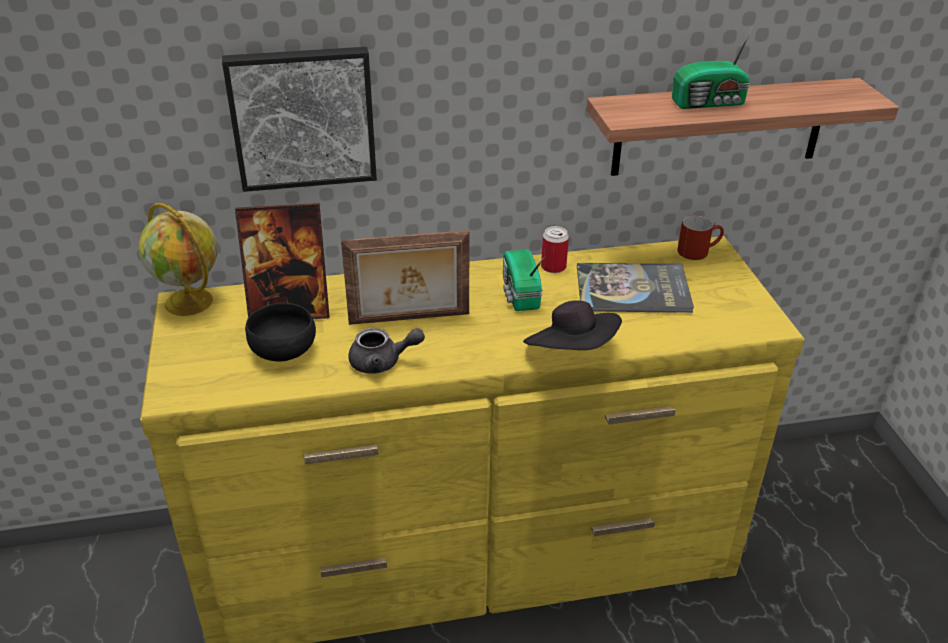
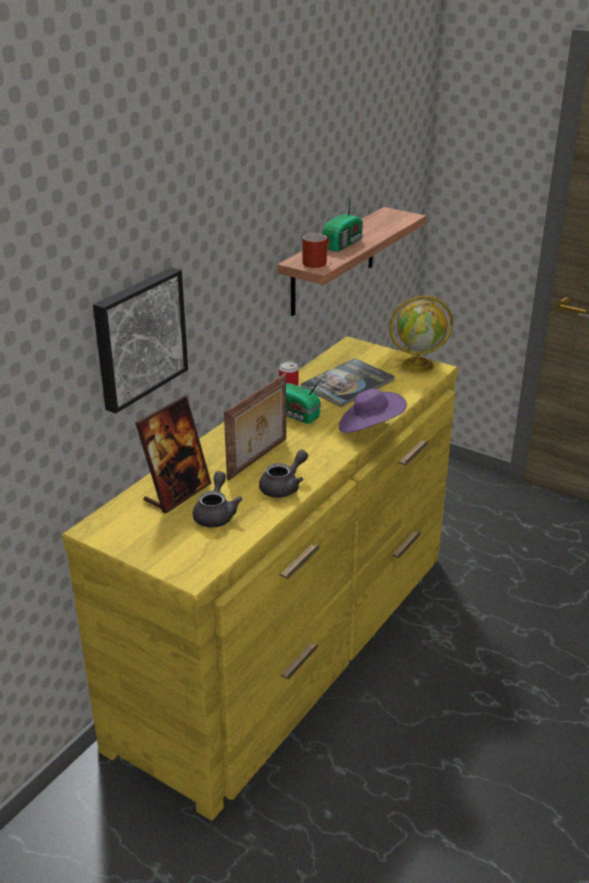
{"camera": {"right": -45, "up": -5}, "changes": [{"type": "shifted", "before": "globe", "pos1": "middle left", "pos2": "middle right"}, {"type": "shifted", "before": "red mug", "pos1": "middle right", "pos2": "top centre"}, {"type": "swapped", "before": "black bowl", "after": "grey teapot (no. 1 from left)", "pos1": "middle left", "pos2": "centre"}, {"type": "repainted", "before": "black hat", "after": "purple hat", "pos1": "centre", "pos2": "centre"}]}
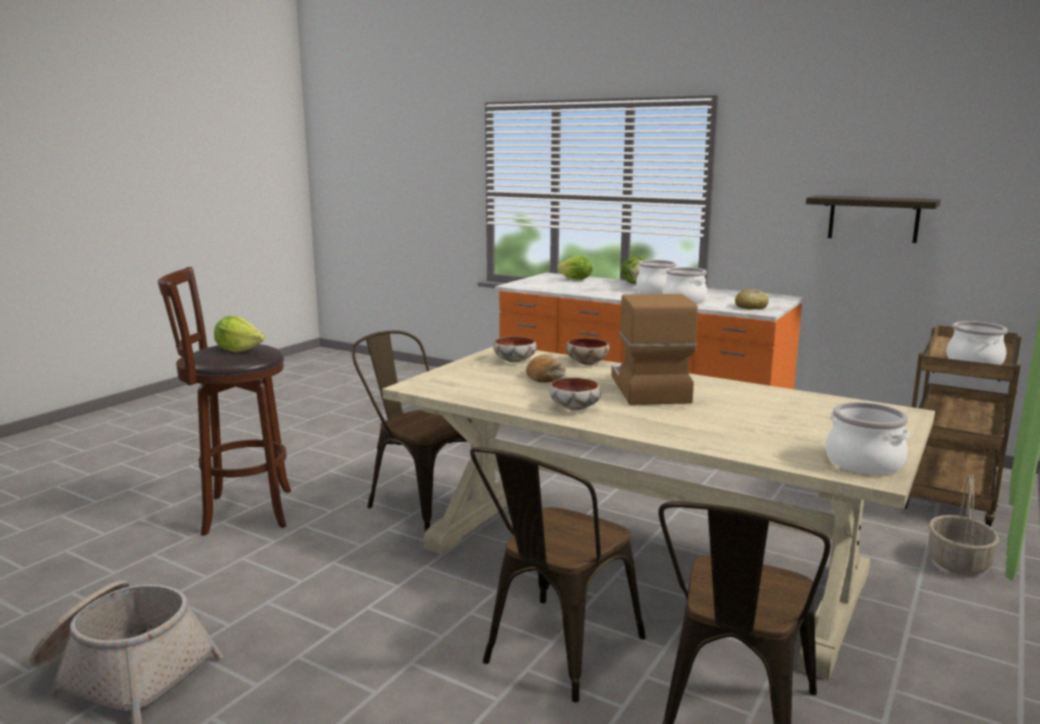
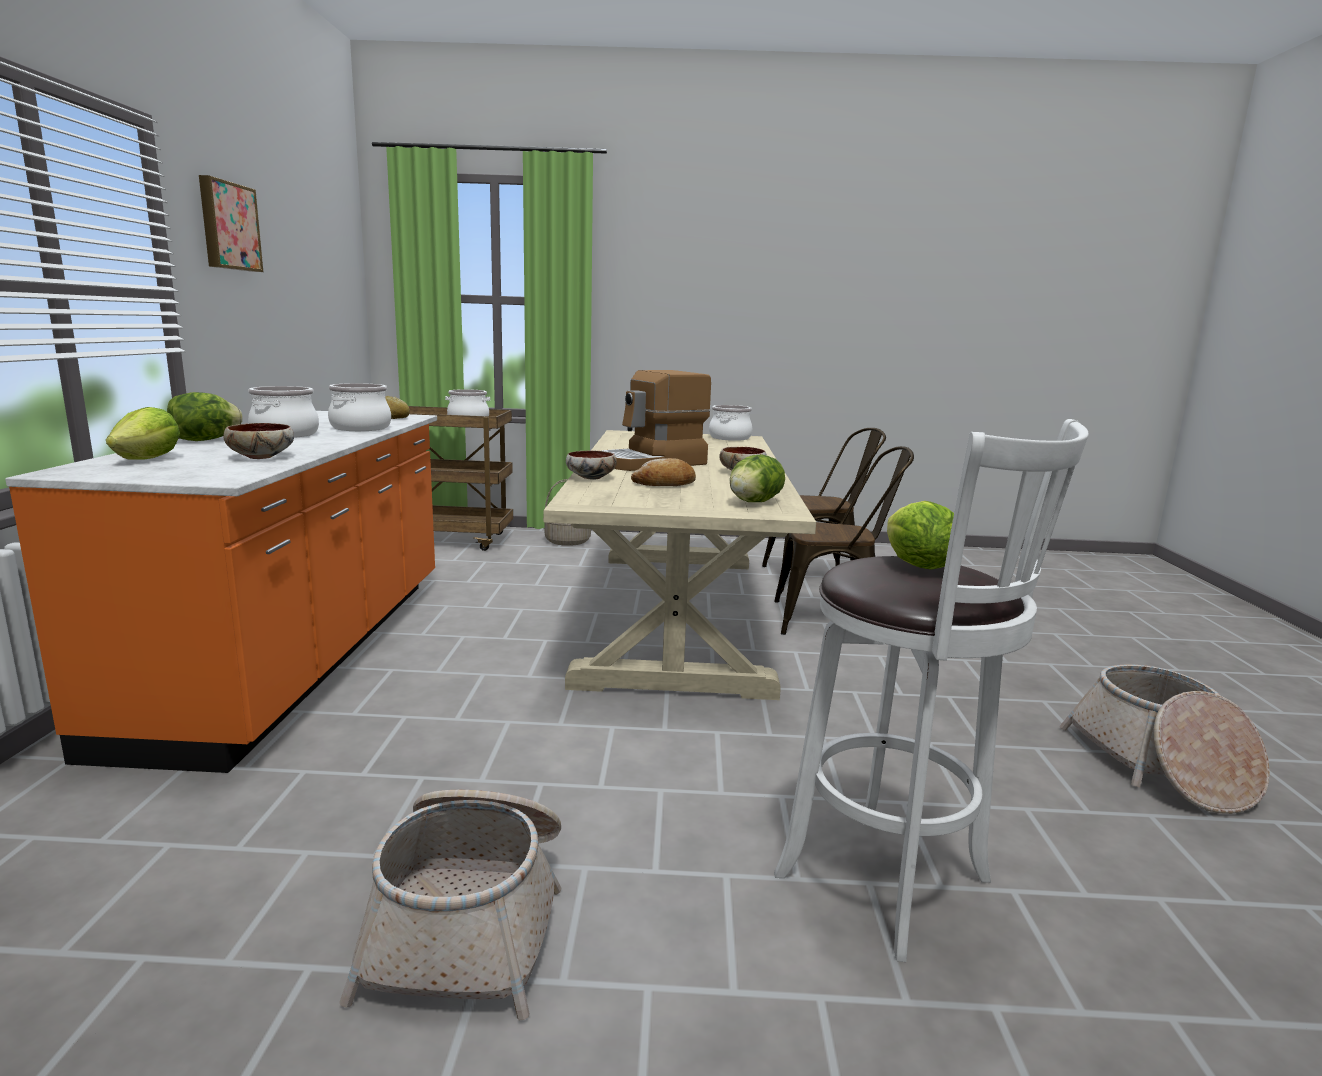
{"camera": {"right": -120, "up": 0}, "changes": [{"type": "gone", "before": "brown chair (no. 1 from left)", "pos1": "centre"}, {"type": "gone", "before": "shelf", "pos1": "top right"}, {"type": "new", "after": "picture", "pos2": "top left"}, {"type": "new", "after": "basket (no. 1 from left)", "pos2": "bottom centre"}, {"type": "new", "after": "lettuce (no. 3 from left)", "pos2": "centre"}, {"type": "shifted", "before": "bowl (no. 1 from left)", "pos1": "centre", "pos2": "middle left"}, {"type": "repainted", "before": "brown stool", "after": "white stool", "pos1": "middle left", "pos2": "middle right"}]}
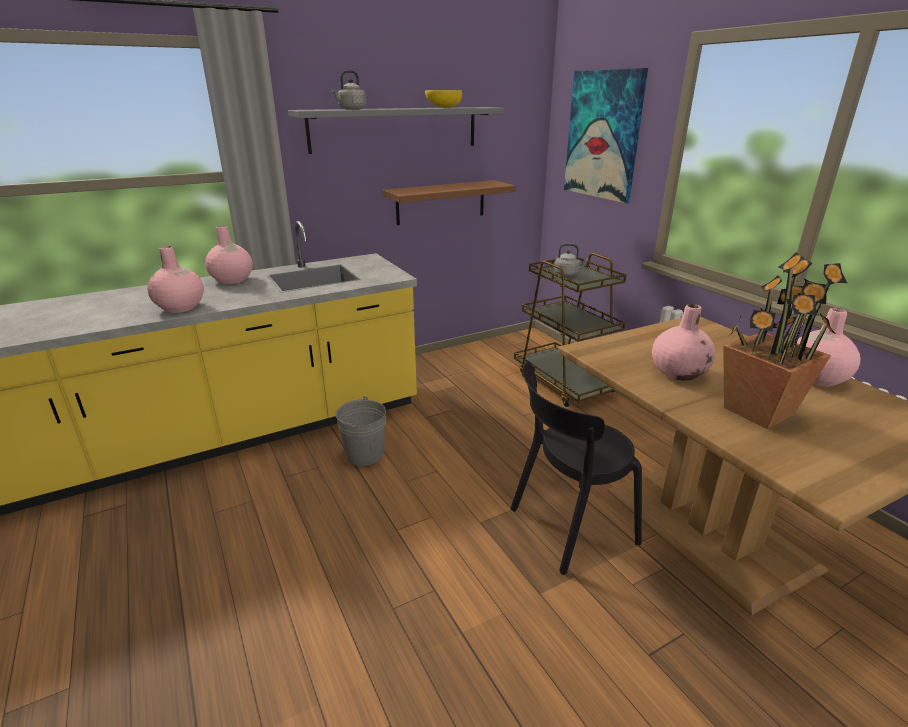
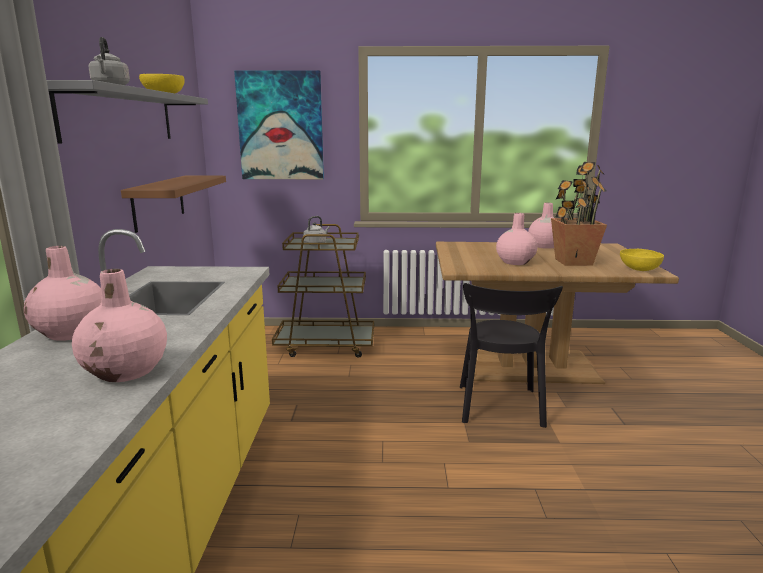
{"camera": {"right": -60, "up": -10}, "changes": [{"type": "gone", "before": "grey bucket", "pos1": "centre"}, {"type": "new", "after": "yellow bowl (no. 2 from left)", "pos2": "middle right"}]}
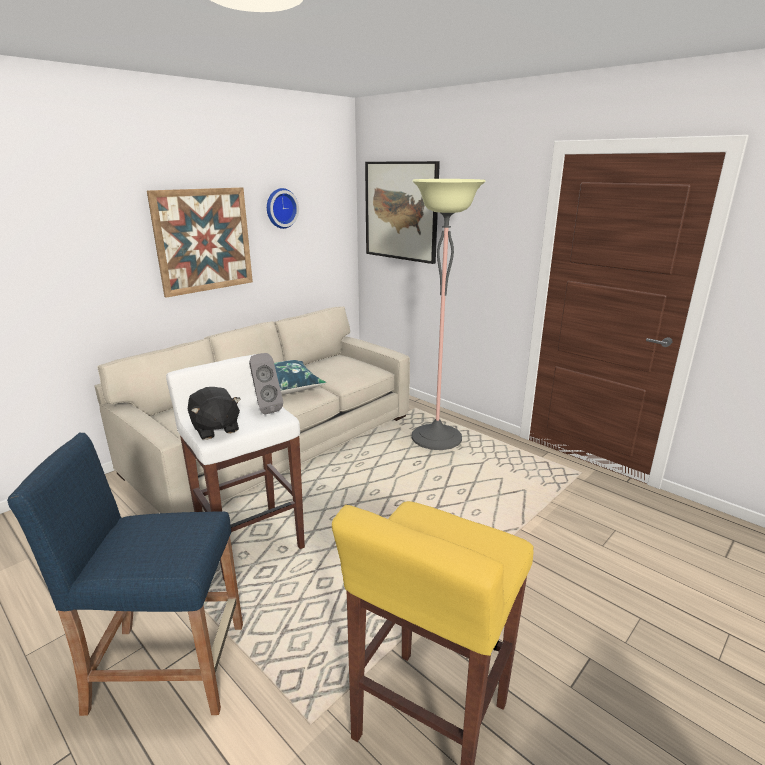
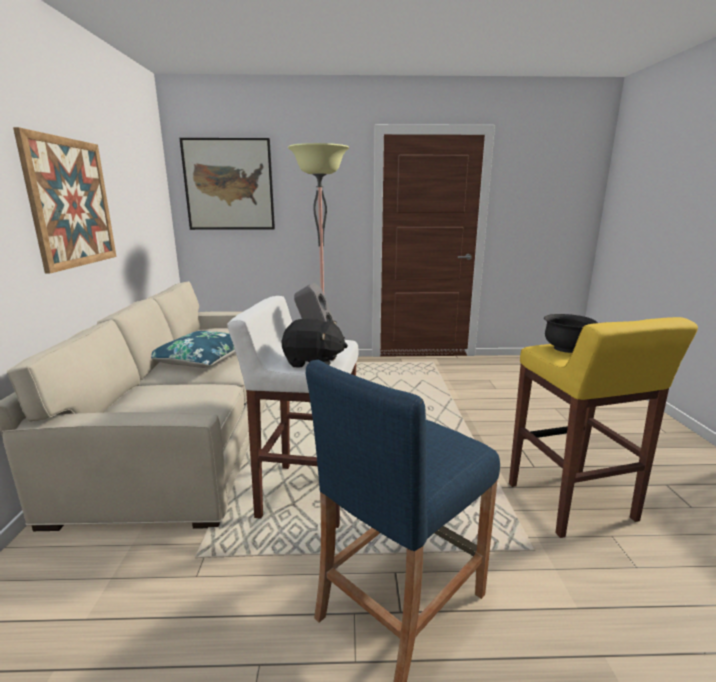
{"camera": {"right": -45, "up": -5}, "changes": [{"type": "gone", "before": "wall clock", "pos1": "top centre"}, {"type": "new", "after": "black bowl", "pos2": "middle right"}]}
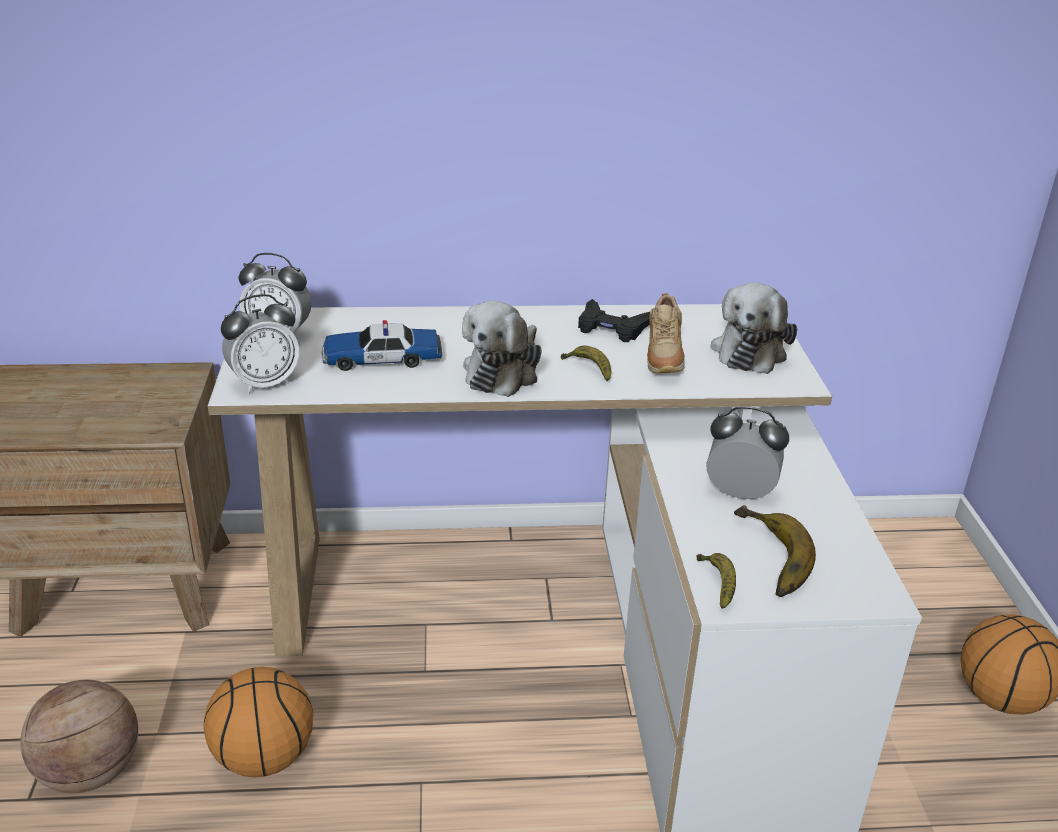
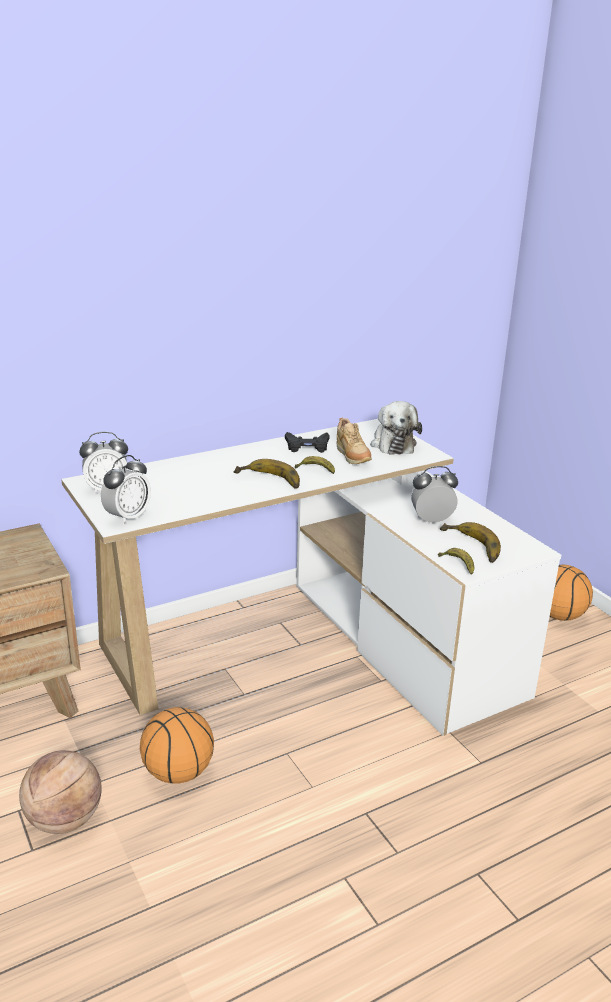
{"camera": {"right": -25, "up": -5}, "changes": [{"type": "gone", "before": "toy car", "pos1": "centre"}, {"type": "swapped", "before": "plush toy (no. 1 from left)", "after": "banana (no. 1 from left)", "pos1": "centre", "pos2": "centre"}]}
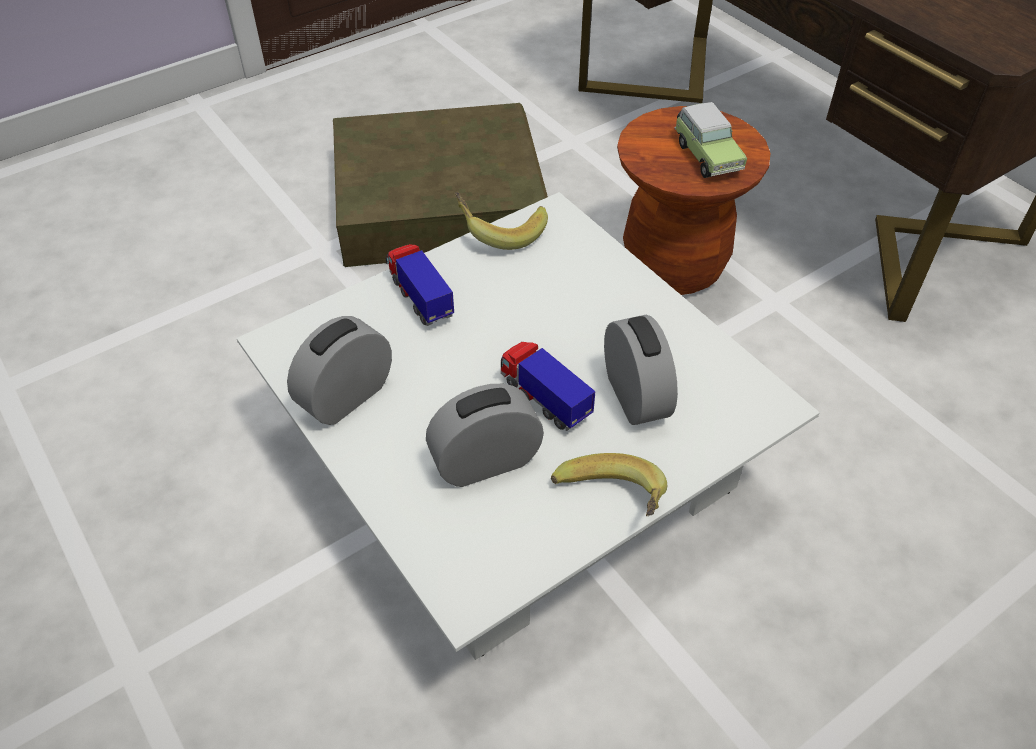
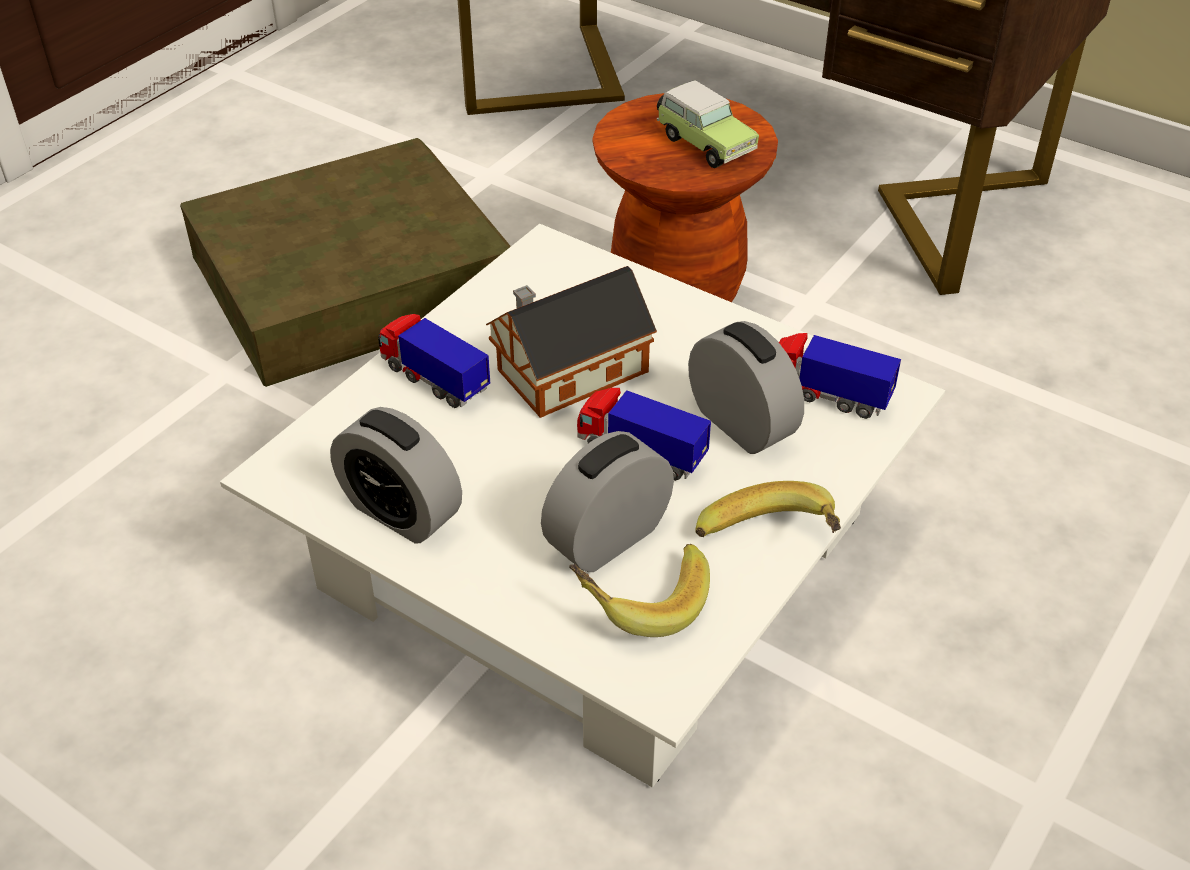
{"camera": {"right": -20, "up": -5}, "changes": [{"type": "new", "after": "toy house", "pos2": "centre"}, {"type": "new", "after": "toy truck (no. 3 from left)", "pos2": "middle right"}, {"type": "shifted", "before": "banana (no. 1 from left)", "pos1": "top centre", "pos2": "bottom centre"}, {"type": "rotated", "before": "alarm clock (no. 1 from left)", "pos1": "middle left", "pos2": "middle left", "turn": -75}]}
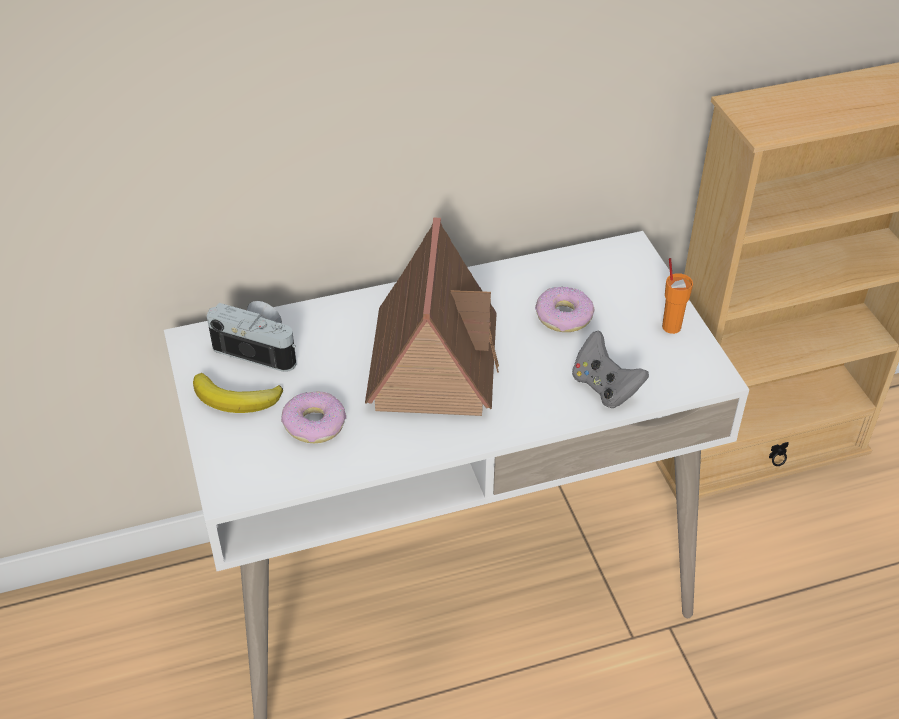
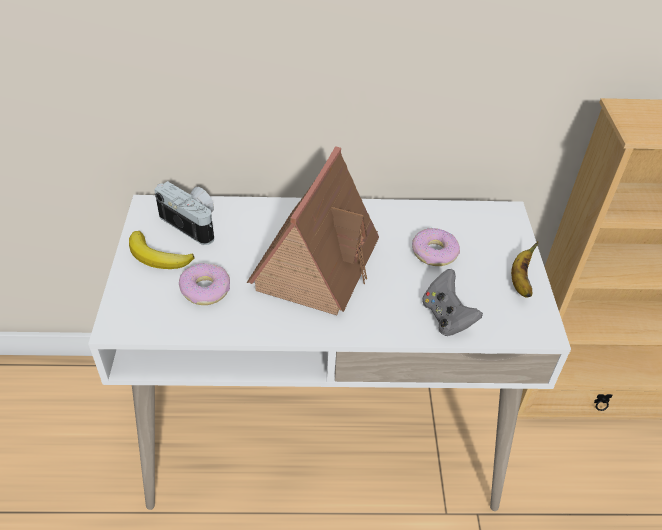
{"camera": {"right": 15, "up": 0}, "changes": [{"type": "swapped", "before": "orange cup", "after": "banana (no. 2 from left)", "pos1": "middle right", "pos2": "middle right"}]}
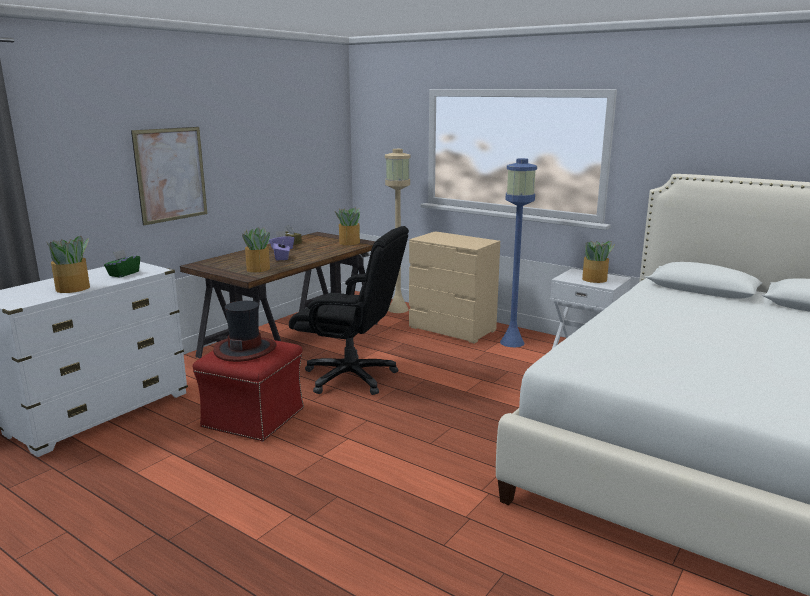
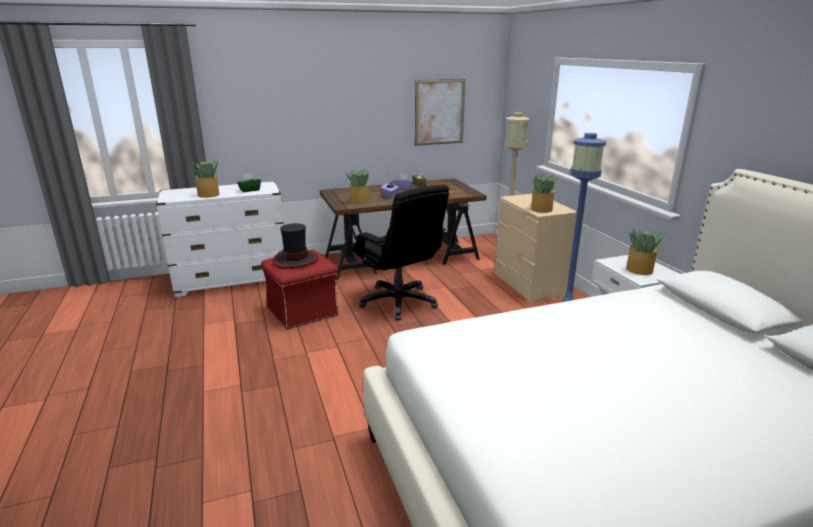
{"camera": {"right": 35, "up": 5}, "changes": [{"type": "shifted", "before": "picture", "pos1": "top left", "pos2": "top centre"}, {"type": "shifted", "before": "potted plant (no. 3 from left)", "pos1": "centre", "pos2": "middle right"}]}
